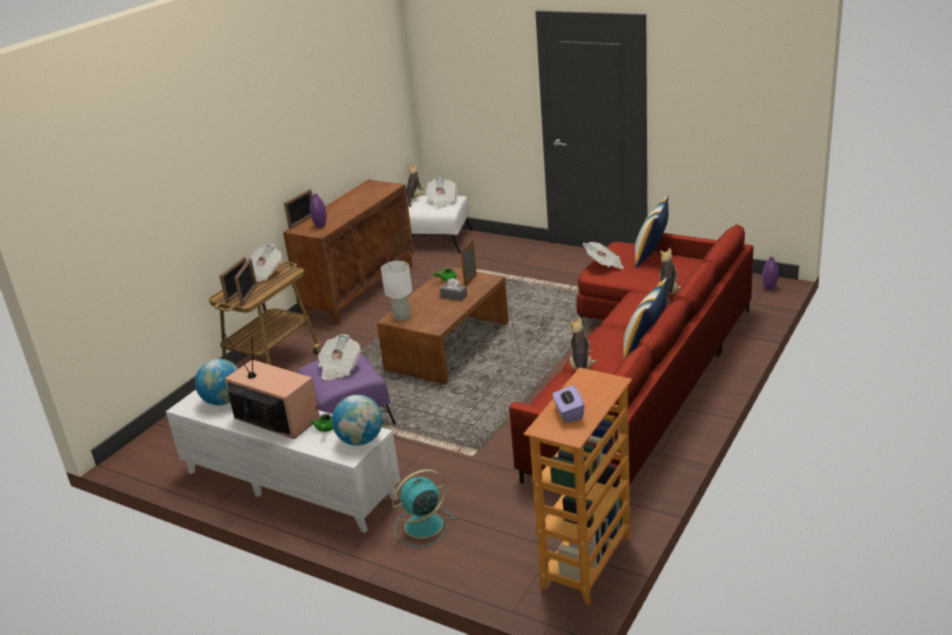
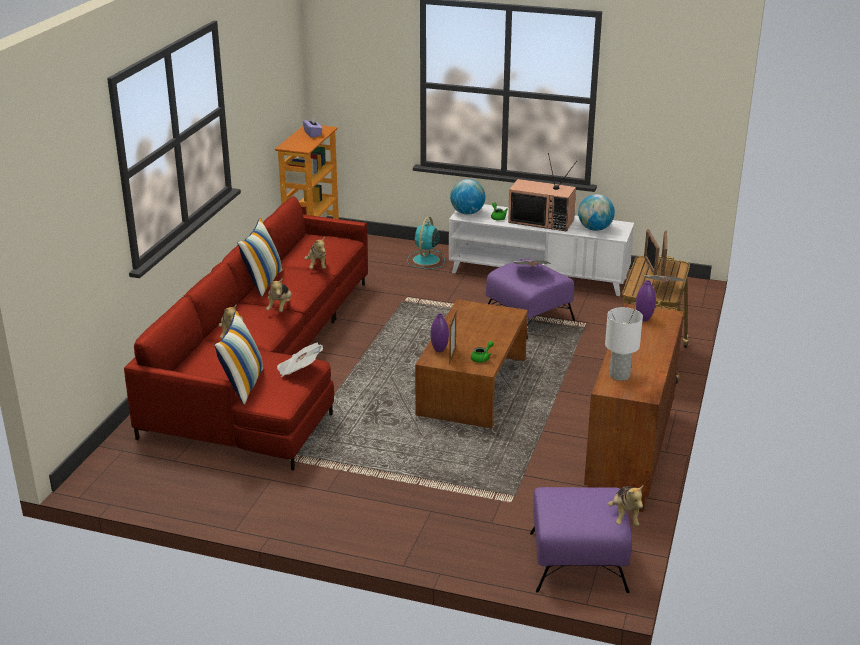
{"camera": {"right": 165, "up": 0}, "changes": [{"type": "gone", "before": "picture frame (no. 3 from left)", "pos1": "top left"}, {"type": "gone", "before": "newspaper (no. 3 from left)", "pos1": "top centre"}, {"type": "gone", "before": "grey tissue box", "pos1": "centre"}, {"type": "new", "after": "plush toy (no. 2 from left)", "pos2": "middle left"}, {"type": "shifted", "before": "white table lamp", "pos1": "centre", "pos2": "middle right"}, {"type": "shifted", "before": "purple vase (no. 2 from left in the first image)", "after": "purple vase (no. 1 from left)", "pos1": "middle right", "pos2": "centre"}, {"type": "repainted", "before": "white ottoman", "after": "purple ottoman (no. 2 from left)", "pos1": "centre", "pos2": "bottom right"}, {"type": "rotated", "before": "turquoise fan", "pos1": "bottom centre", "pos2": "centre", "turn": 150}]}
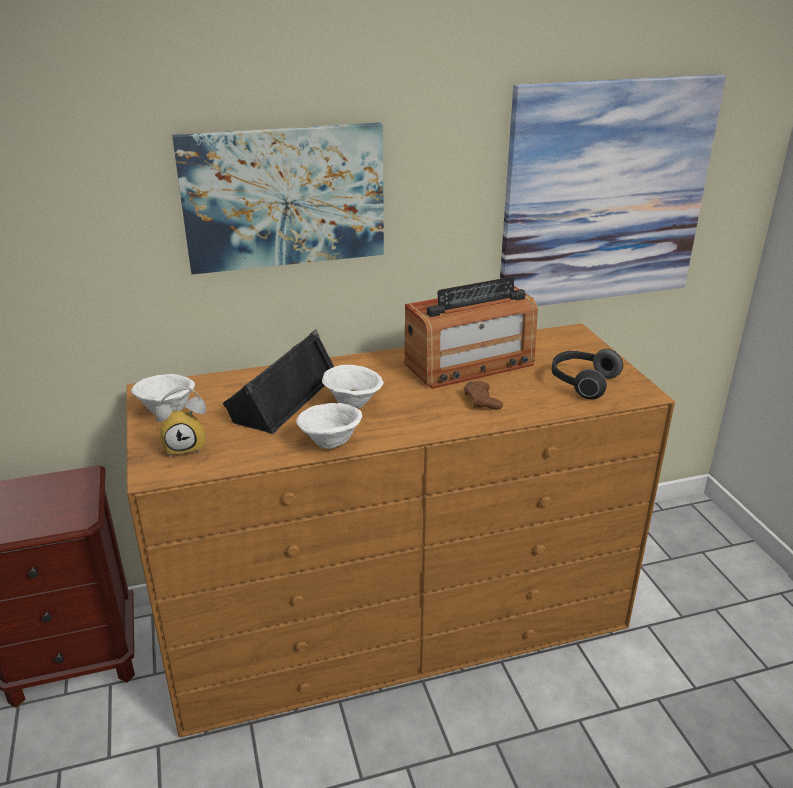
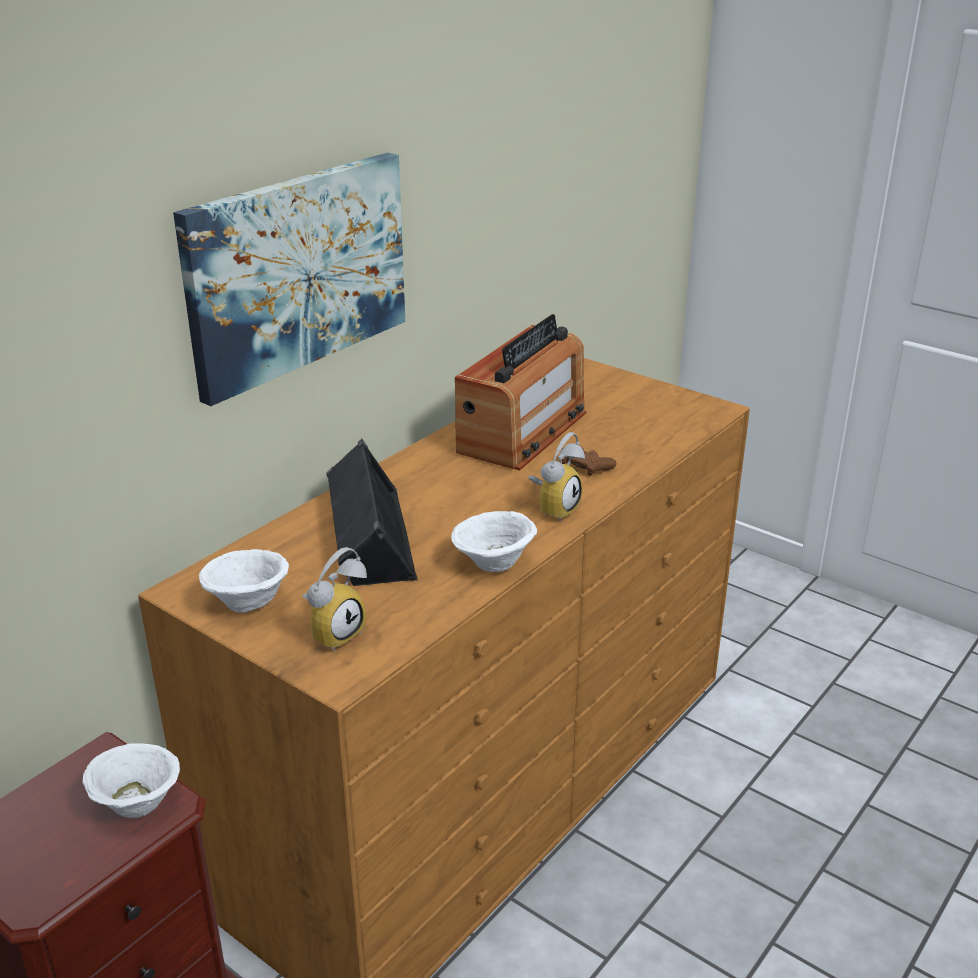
{"camera": {"right": -35, "up": 0}, "changes": [{"type": "gone", "before": "picture (no. 2 from left)", "pos1": "top right"}, {"type": "gone", "before": "headphones", "pos1": "middle right"}, {"type": "new", "after": "alarm clock (no. 2 from left)", "pos2": "centre"}, {"type": "shifted", "before": "white bowl (no. 3 from left in the first image)", "after": "white bowl (no. 1 from left)", "pos1": "centre", "pos2": "bottom left"}]}
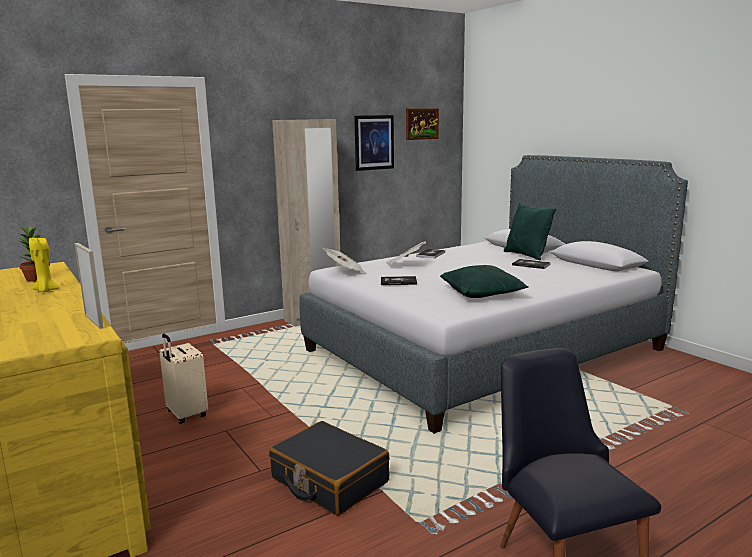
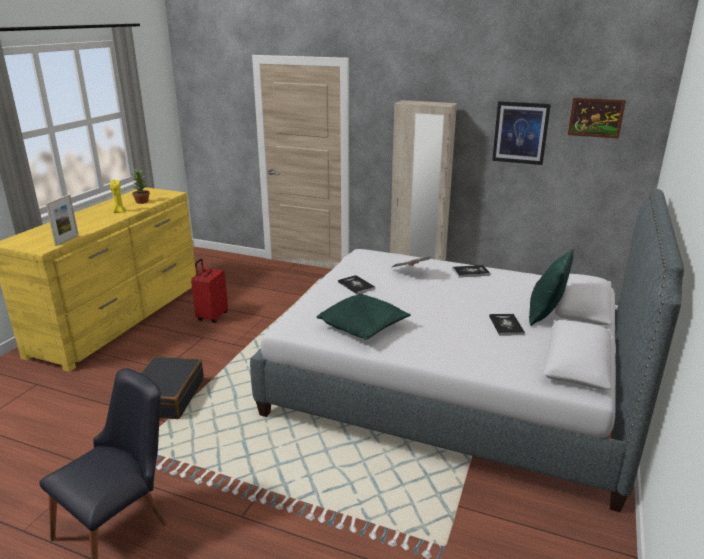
{"camera": {"right": 55, "up": 10}, "changes": [{"type": "gone", "before": "newspaper (no. 1 from left)", "pos1": "centre"}, {"type": "repainted", "before": "beige suitcase", "after": "red suitcase", "pos1": "bottom left", "pos2": "middle left"}]}
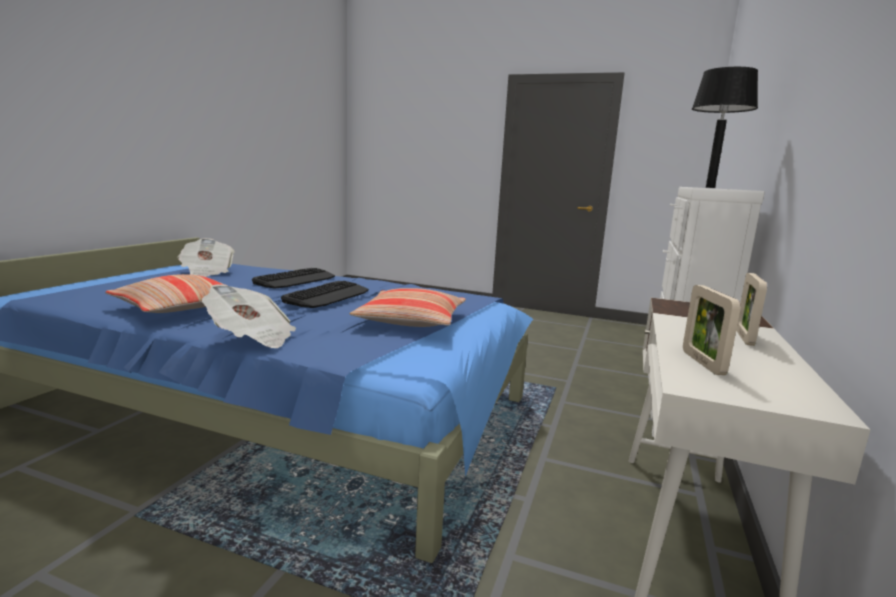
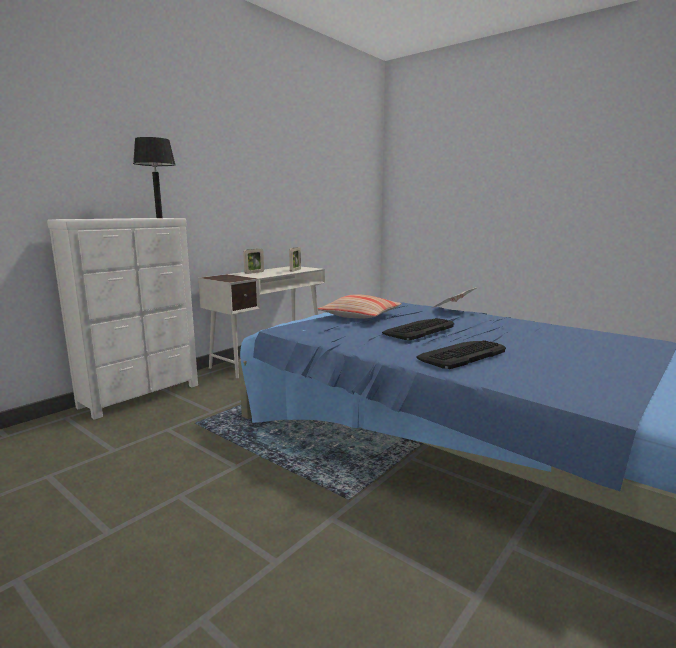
{"camera": {"right": -160, "up": 0}, "changes": [{"type": "gone", "before": "pillow (no. 1 from left)", "pos1": "middle left"}, {"type": "gone", "before": "newspaper (no. 1 from left)", "pos1": "middle left"}]}
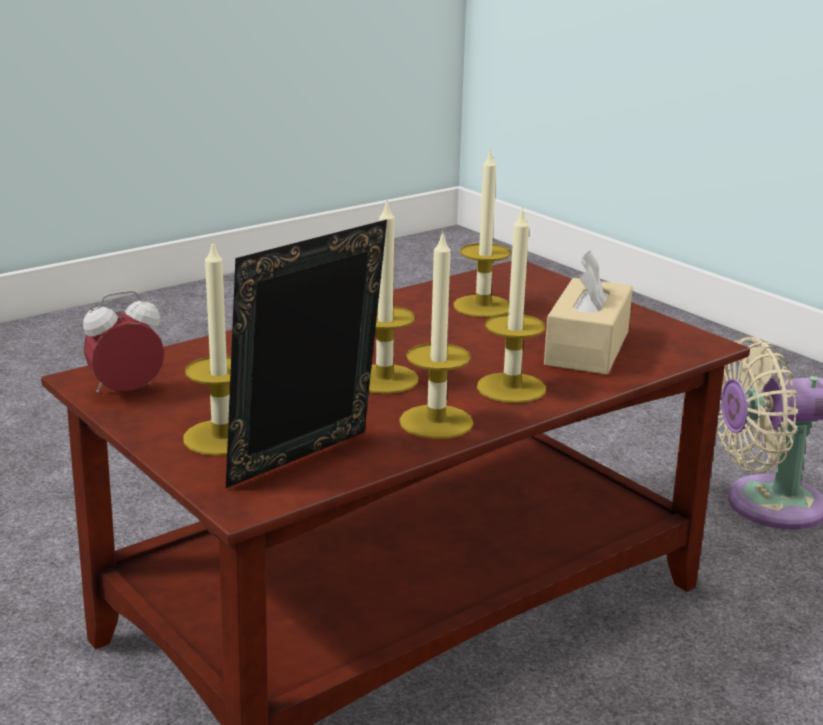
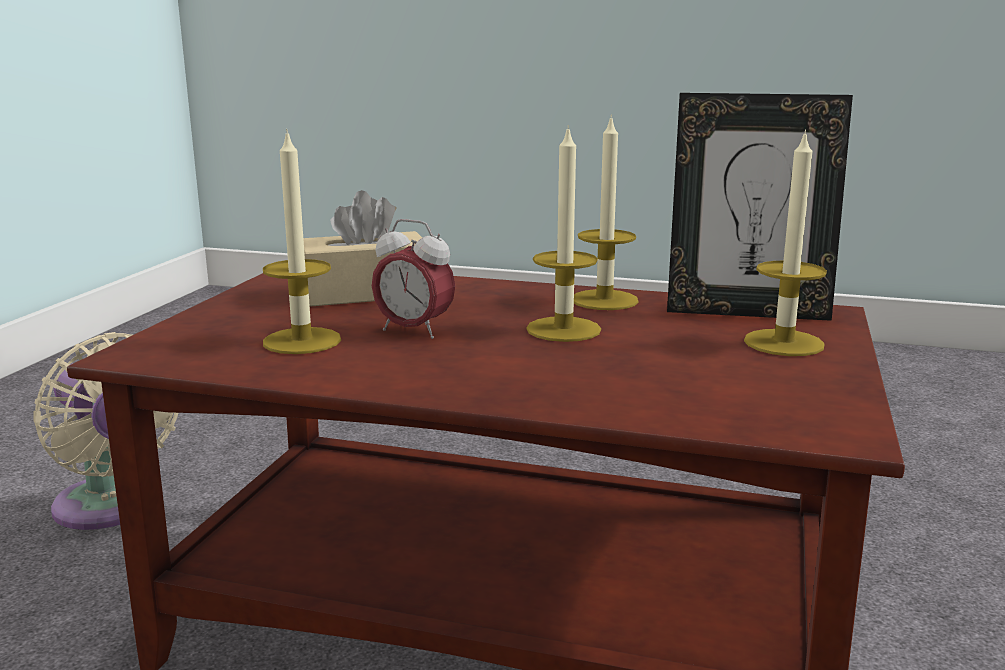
{"camera": {"right": -125, "up": -5}, "changes": [{"type": "gone", "before": "candle (no. 5 from left)", "pos1": "centre"}, {"type": "shifted", "before": "alarm clock", "pos1": "middle left", "pos2": "centre"}]}
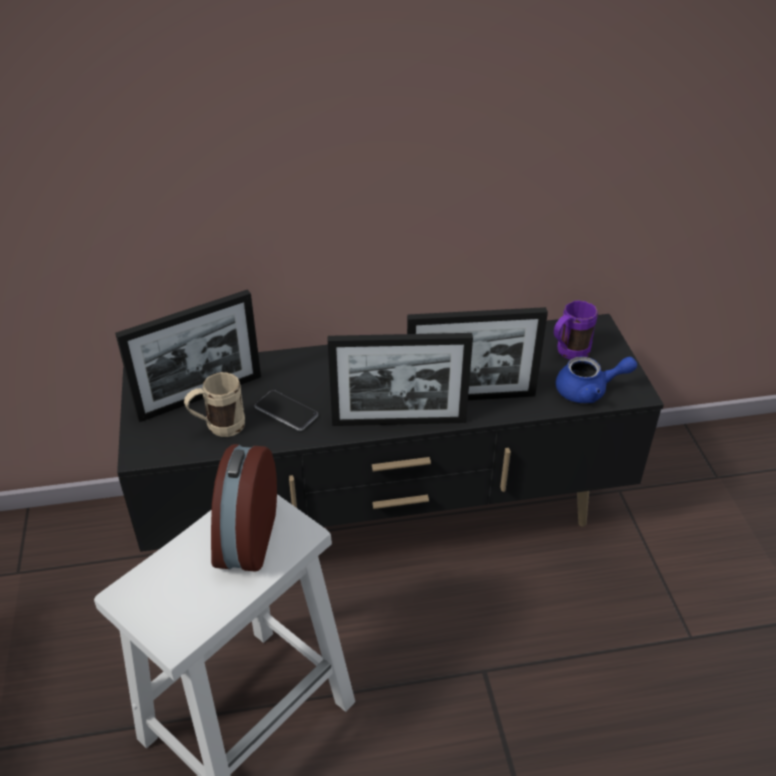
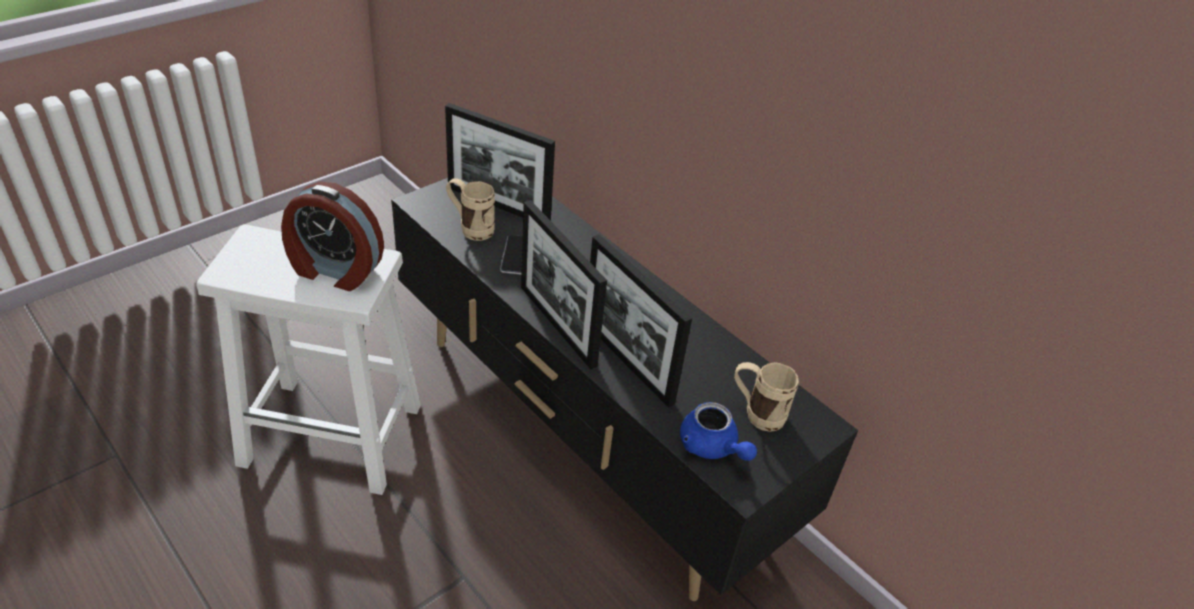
{"camera": {"right": 55, "up": 0}, "changes": [{"type": "repainted", "before": "purple mug", "after": "beige mug (no. 2 from left)", "pos1": "middle right", "pos2": "centre"}, {"type": "rotated", "before": "alarm clock", "pos1": "middle left", "pos2": "middle left", "turn": -135}]}
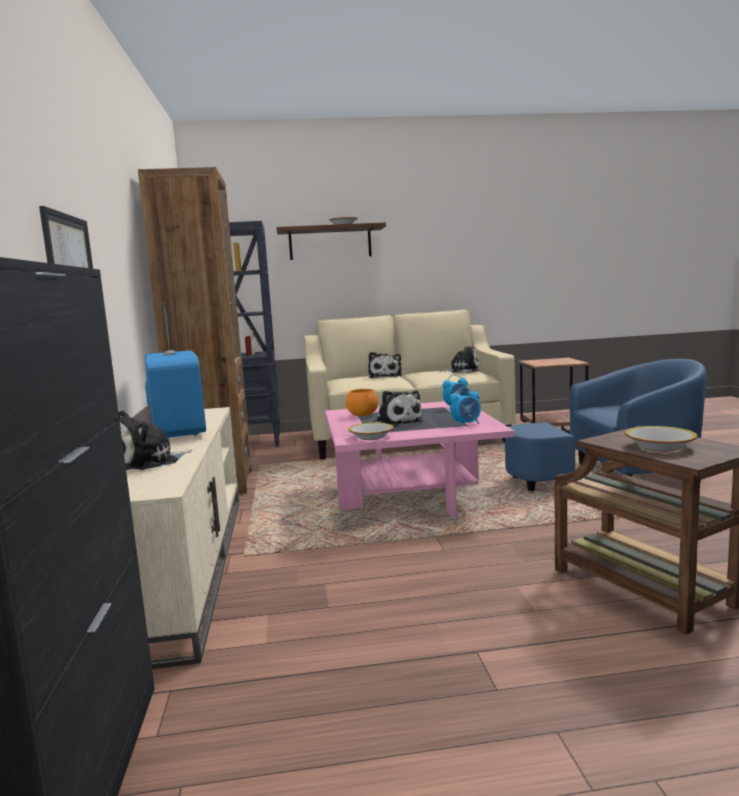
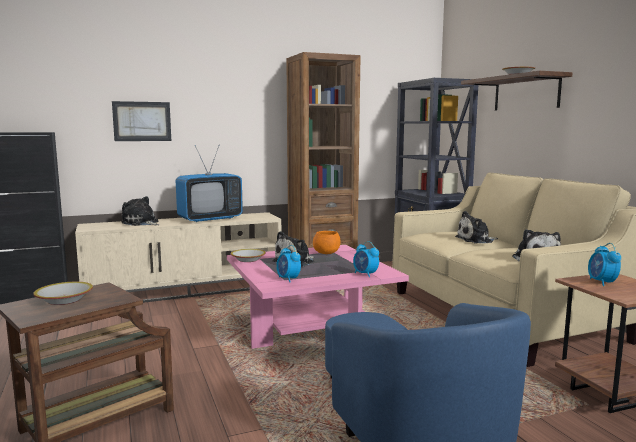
{"camera": {"right": 75, "up": 0}, "changes": [{"type": "new", "after": "alarm clock (no. 3 from left)", "pos2": "middle right"}]}
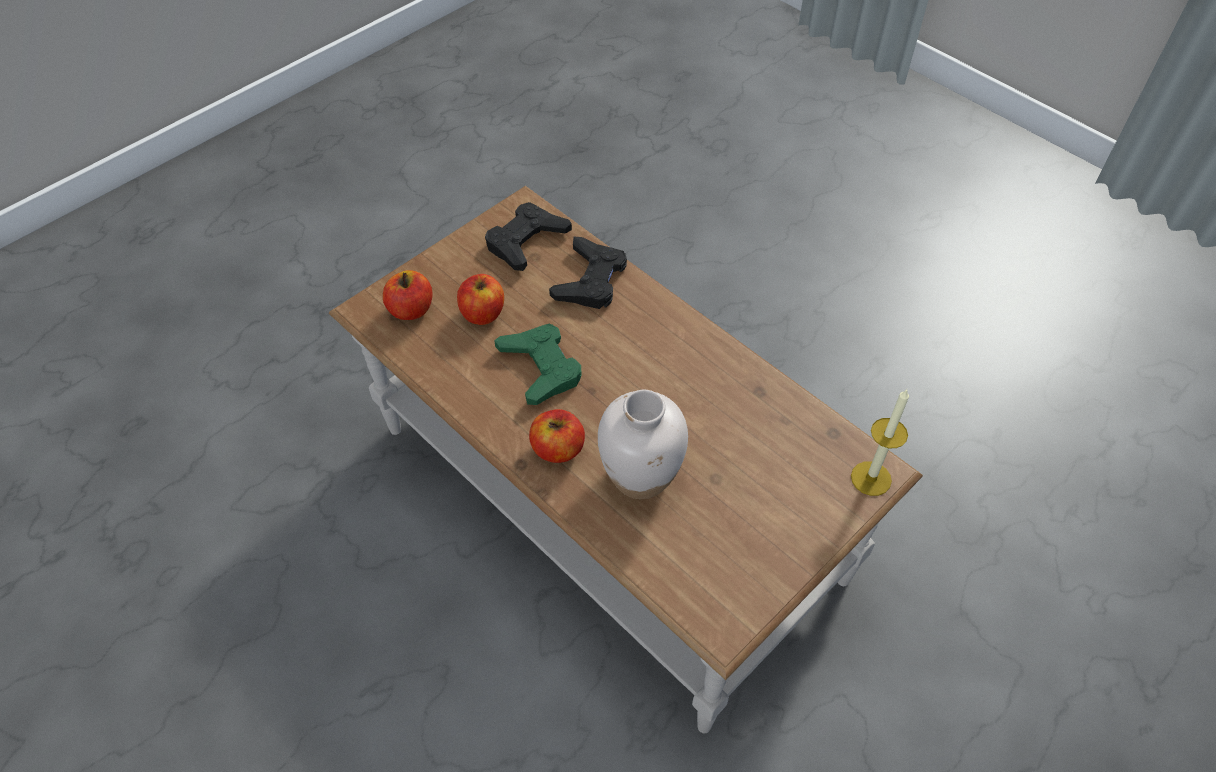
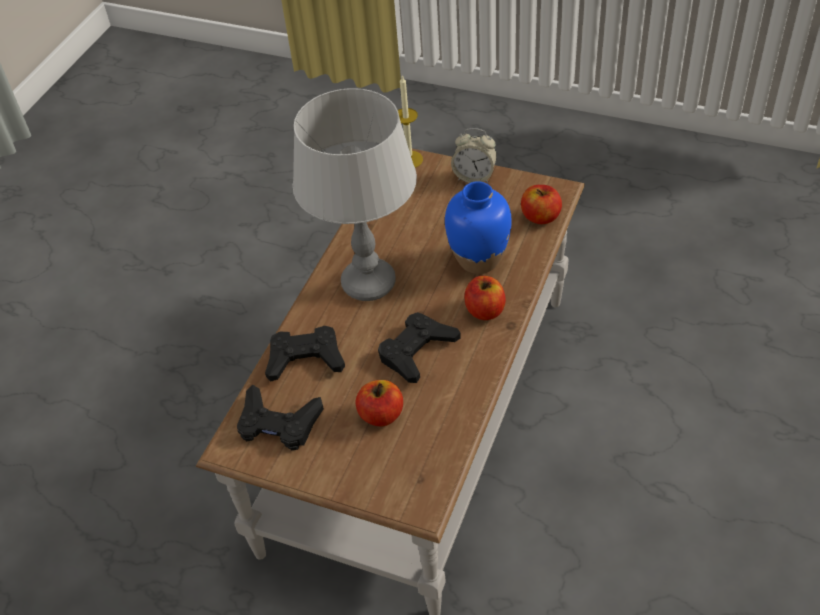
{"camera": {"right": -110, "up": -5}, "changes": [{"type": "new", "after": "grey table lamp", "pos2": "top centre"}, {"type": "new", "after": "alarm clock", "pos2": "top centre"}, {"type": "shifted", "before": "apple (no. 1 from left in the first image)", "after": "apple (no. 3 from left)", "pos1": "centre", "pos2": "top centre"}, {"type": "repainted", "before": "green game controller", "after": "black game controller (no. 3 from left)", "pos1": "centre", "pos2": "centre"}, {"type": "repainted", "before": "white vase", "after": "blue vase", "pos1": "centre", "pos2": "centre"}]}
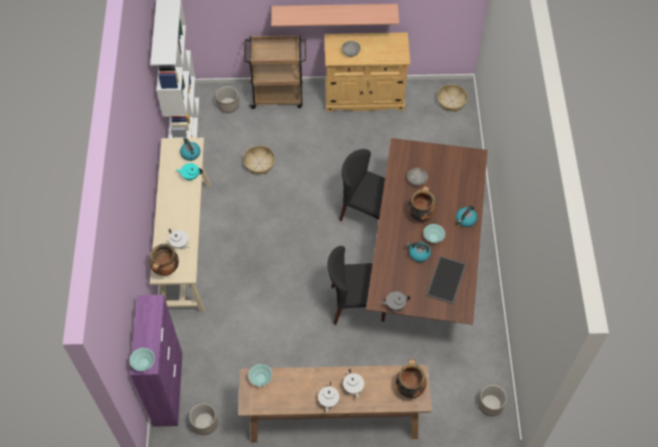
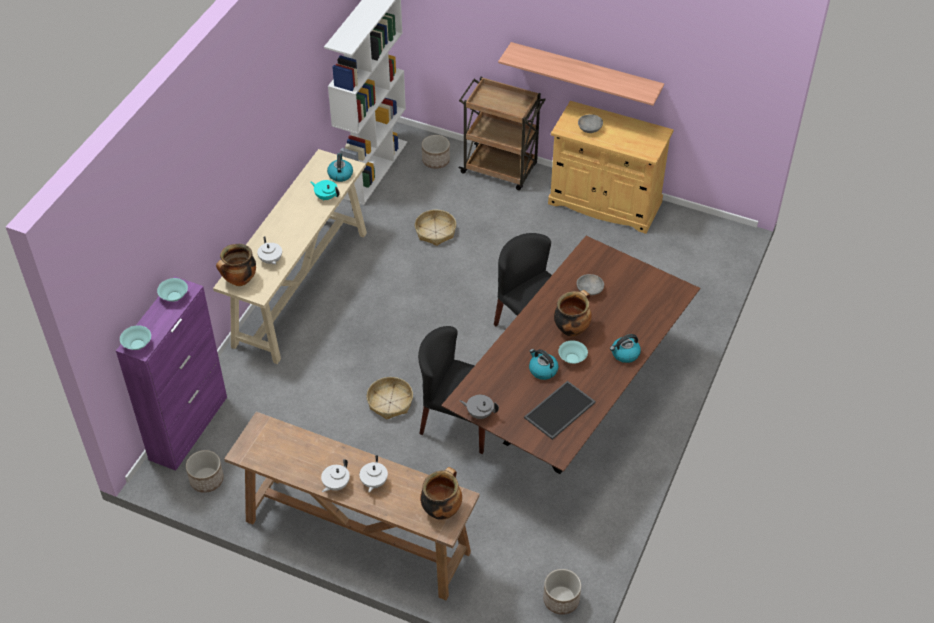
{"camera": {"right": 25, "up": -10}, "changes": [{"type": "shifted", "before": "turquoise bowl (no. 2 from left)", "pos1": "bottom centre", "pos2": "middle left"}, {"type": "shifted", "before": "basket (no. 2 from left in the first image)", "after": "basket (no. 1 from left)", "pos1": "top right", "pos2": "centre"}]}
